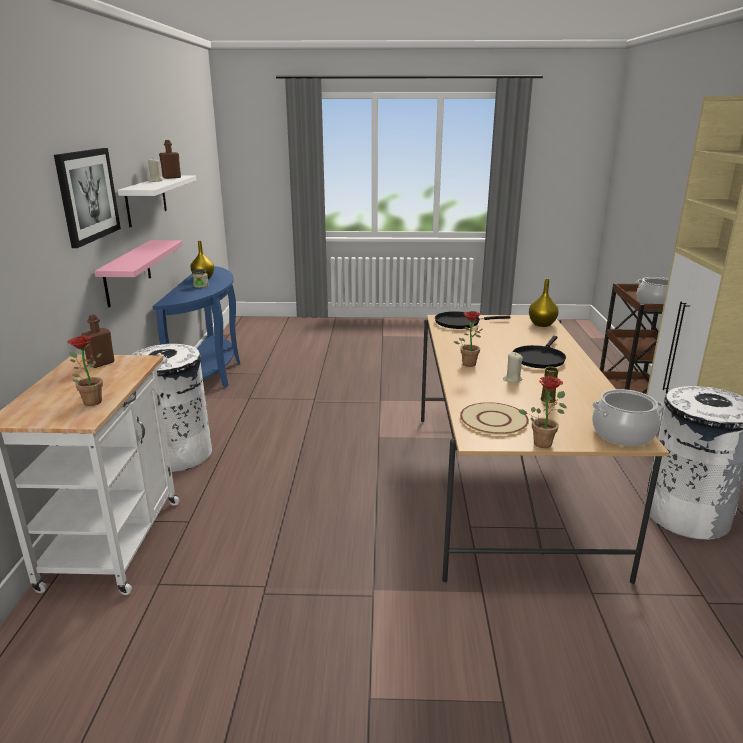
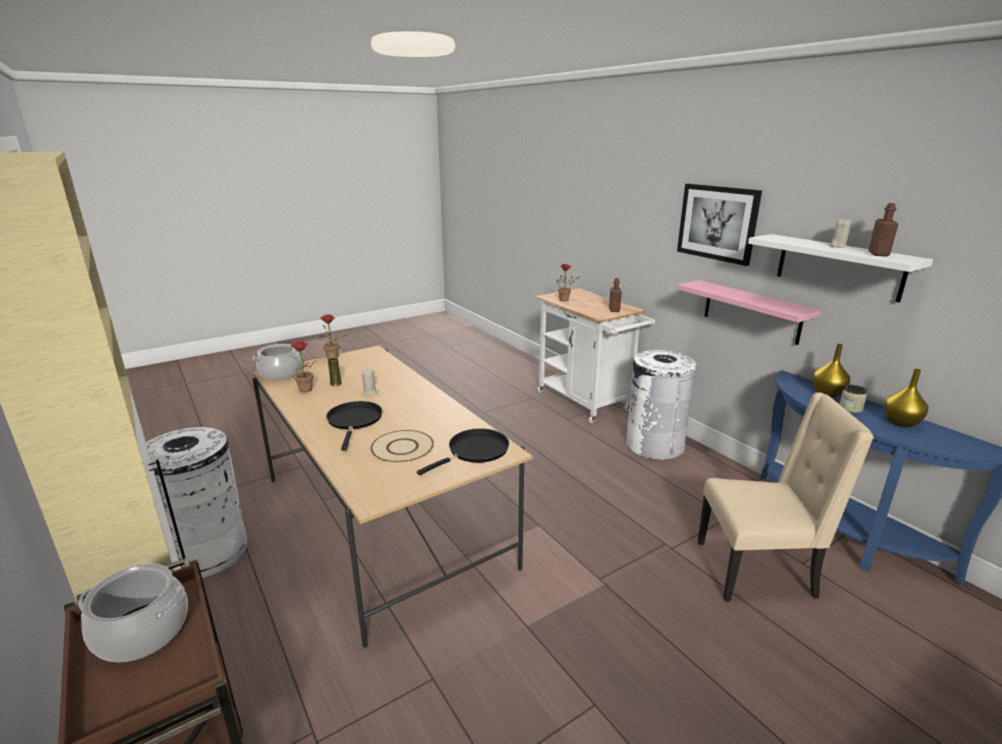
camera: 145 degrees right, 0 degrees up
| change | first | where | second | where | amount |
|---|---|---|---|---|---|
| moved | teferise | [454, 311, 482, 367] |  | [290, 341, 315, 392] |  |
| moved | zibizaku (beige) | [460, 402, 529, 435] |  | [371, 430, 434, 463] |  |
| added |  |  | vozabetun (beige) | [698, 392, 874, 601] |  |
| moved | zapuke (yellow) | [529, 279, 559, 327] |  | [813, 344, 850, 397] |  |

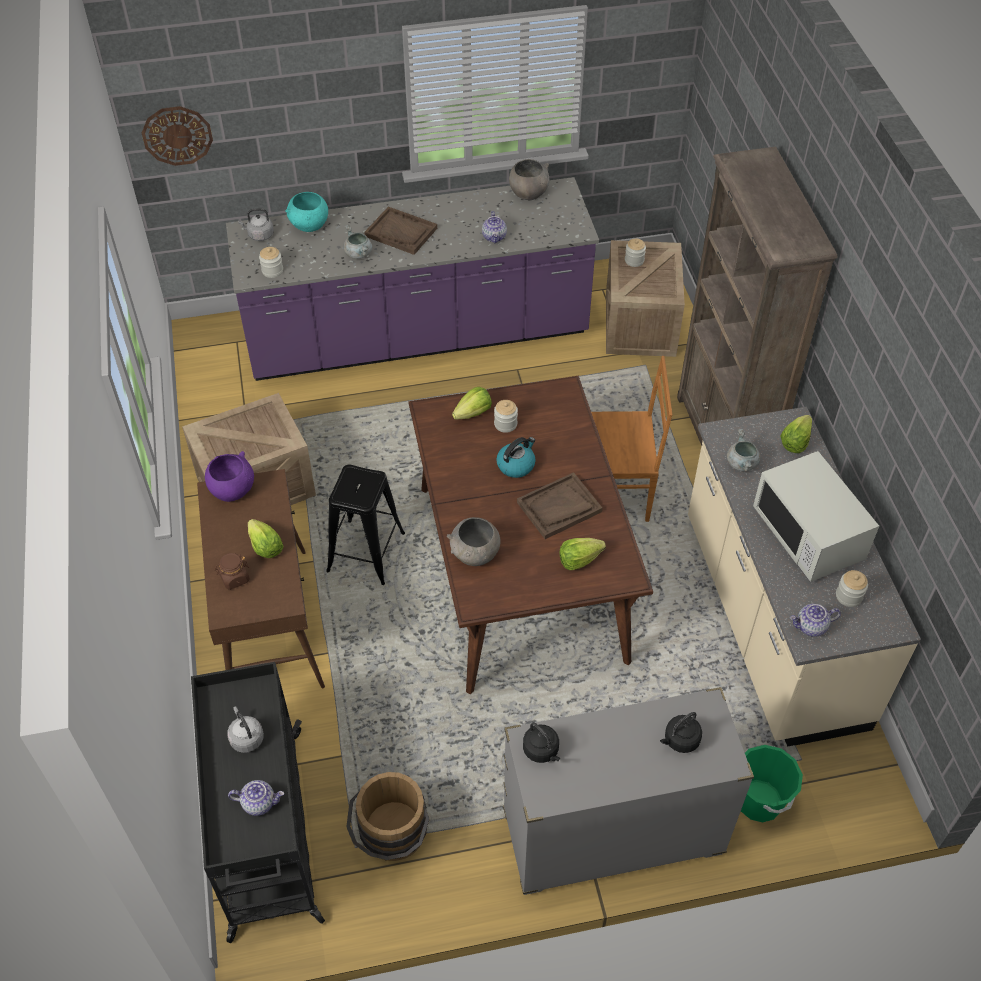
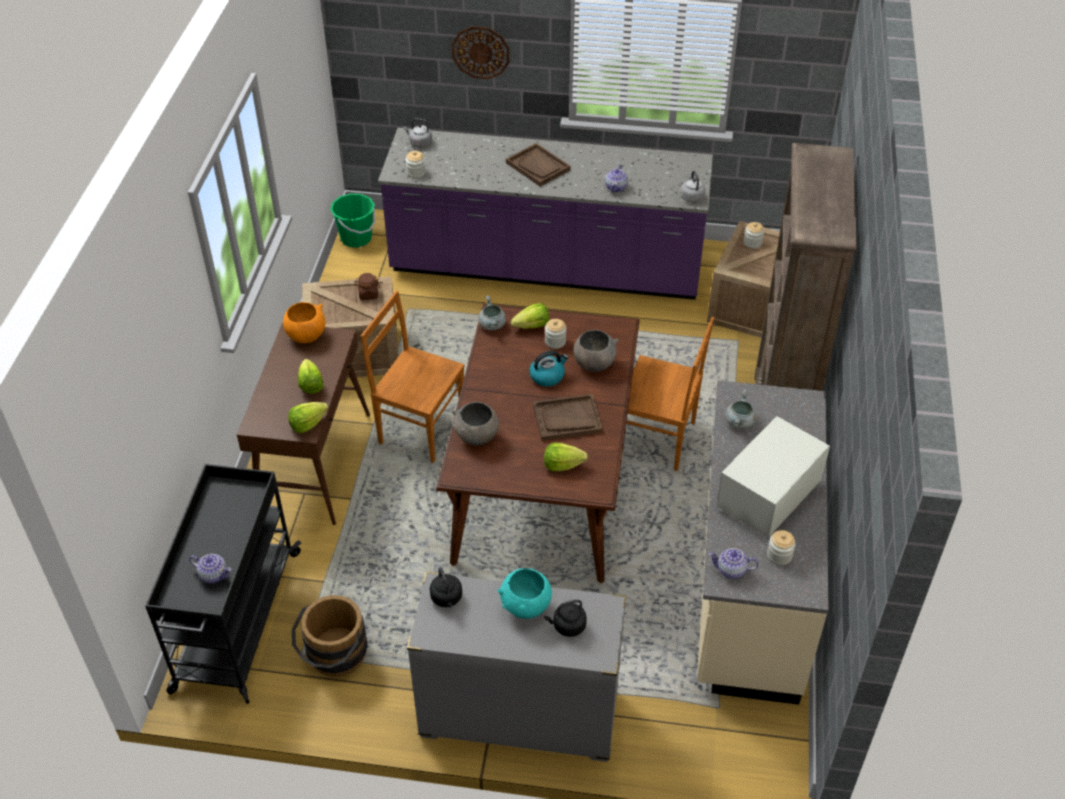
camera: 20 degrees right, 5 degrees down
| change | first | where | second | where | amount |
|---|---|---|---|---|---|
| recoloured | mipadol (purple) | [205, 451, 254, 502] | mipadol (orange) | [283, 302, 326, 343] |  |
| moved | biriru | [780, 415, 812, 453] |  | [288, 402, 329, 434] |  |
| moved | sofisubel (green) | [741, 745, 803, 822] |  | [330, 194, 376, 247] |  |
| moved | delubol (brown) | [214, 553, 249, 590] |  | [354, 273, 380, 300] |  |
| replaced | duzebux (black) | [326, 464, 405, 585] | vozabetun (brown) | [361, 290, 465, 463] |  |
| moved | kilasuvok | [142, 106, 213, 166] |  | [452, 26, 510, 79] |  |
| moved | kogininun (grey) | [344, 225, 372, 259] |  | [478, 296, 506, 330] |  |
| moved | mipadol (turquoise) | [285, 192, 328, 232] |  | [497, 568, 552, 619] |  |
| moved | mipadol (grey) | [509, 159, 549, 200] |  | [574, 330, 619, 372] |  |
| moved | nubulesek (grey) | [227, 706, 264, 753] |  | [681, 171, 705, 203] |  |
| turned | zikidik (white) | [753, 451, 879, 582] |  | [716, 416, 830, 538] | 45 degrees clockwise |

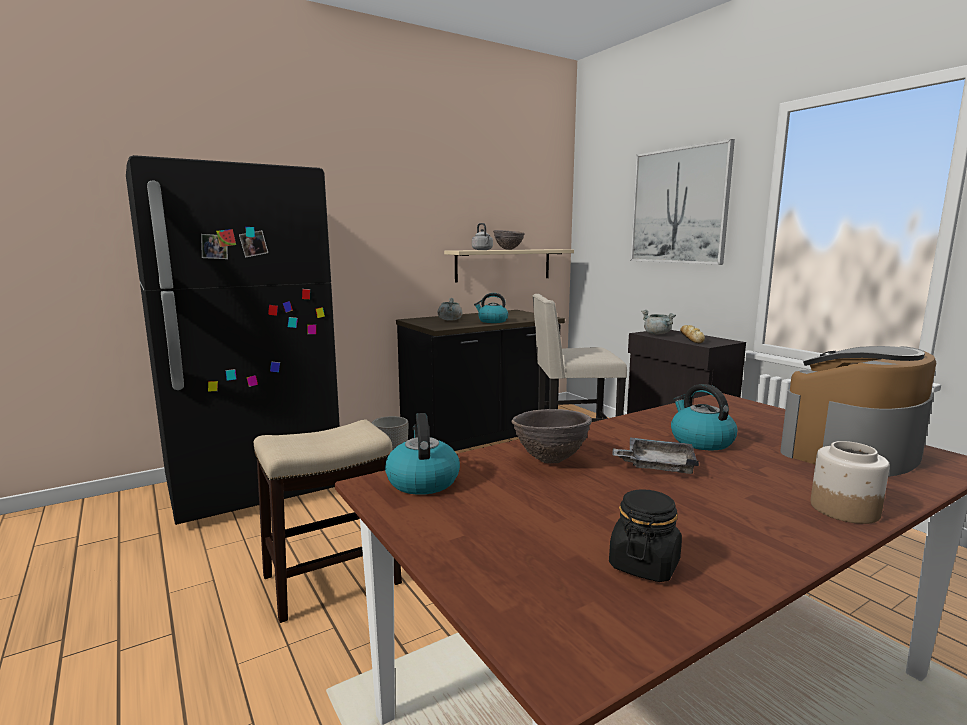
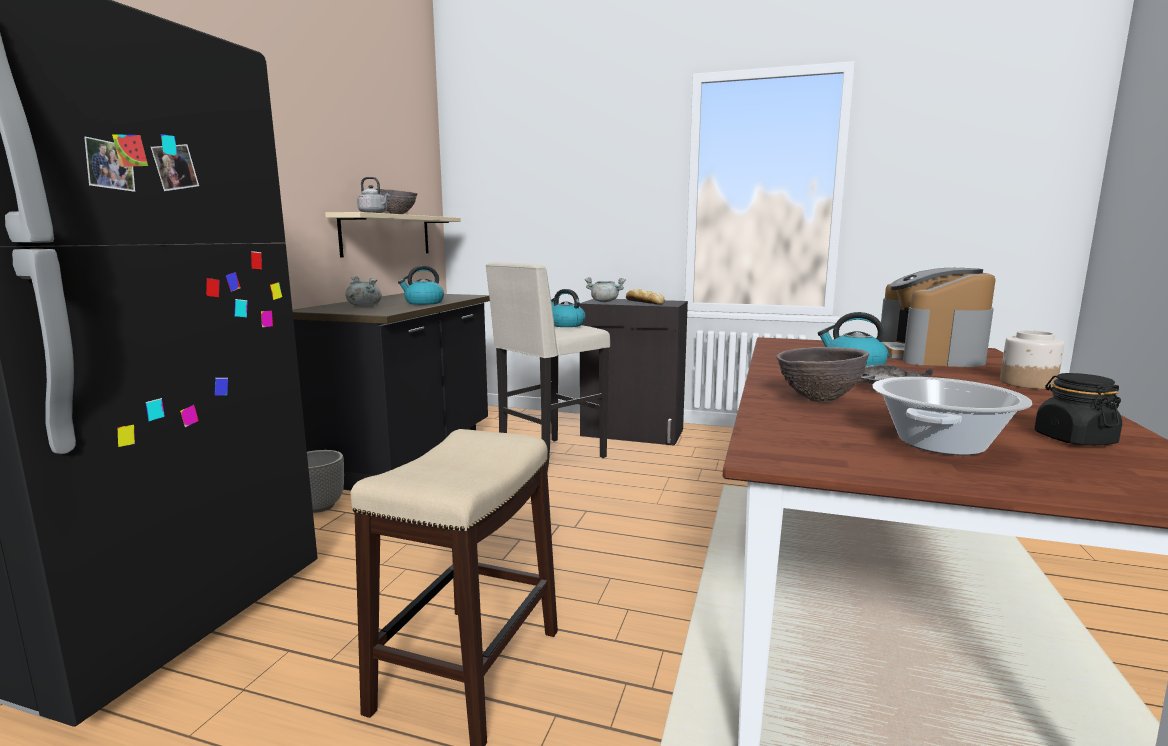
camera: 40 degrees left, 0 degrees up
| change | first | where | second | where | amount |
|---|---|---|---|---|---|
| moved | nubulesek | [385, 413, 460, 495] |  | [551, 289, 585, 327] |  |
| added |  |  | kogininun | [872, 377, 1032, 455] |  |
| removed | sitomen | [630, 139, 735, 265] |  |  |  |

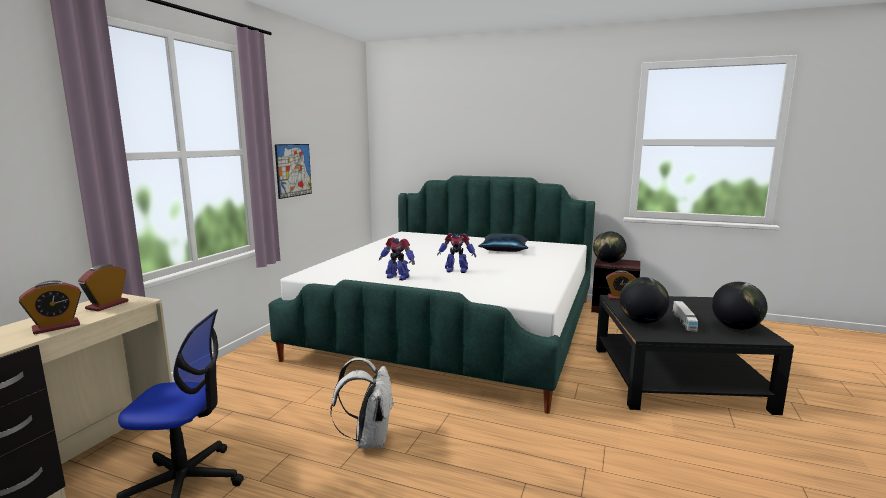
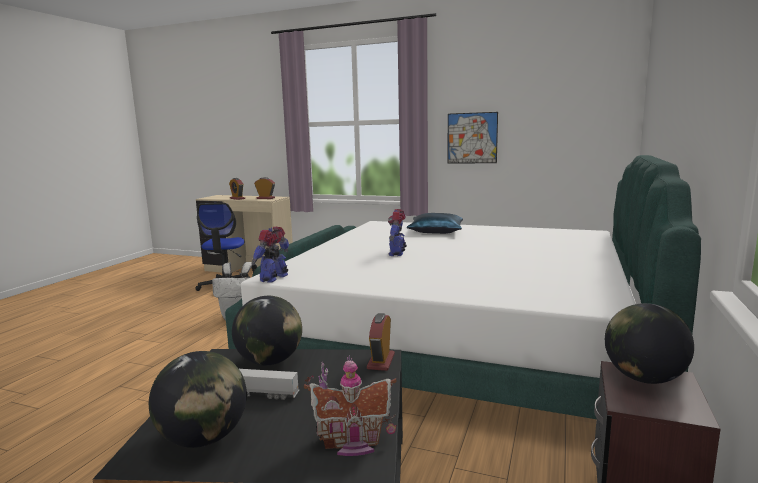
camera: 90 degrees right, 0 degrees up
| change | first | where | second | where | amount |
|---|---|---|---|---|---|
| moved | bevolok | [379, 237, 415, 280] |  | [252, 227, 289, 283] |  |
| added |  |  | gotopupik | [304, 355, 397, 456] |  |
| moved | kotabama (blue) | [478, 233, 528, 252] |  | [407, 213, 463, 234] |  |

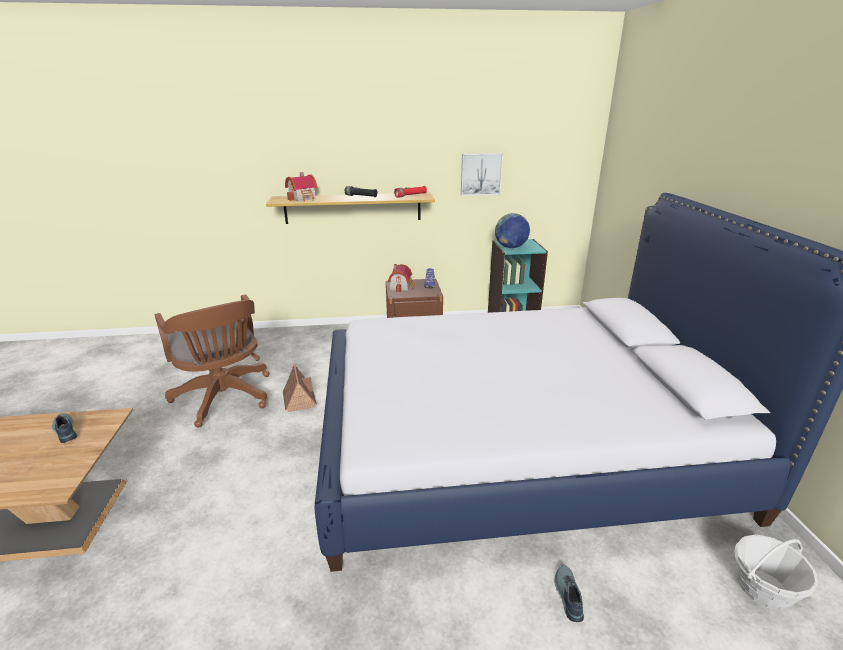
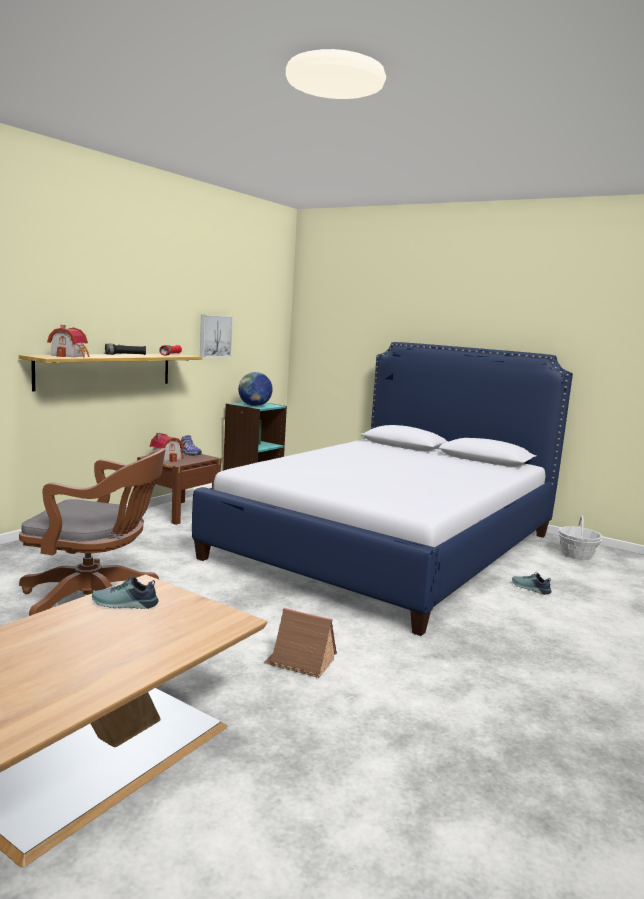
camera: 50 degrees left, 15 degrees down
| change | first | where | second | where | amount |
|---|---|---|---|---|---|
| moved | gotopupik | [283, 364, 317, 412] |  | [263, 608, 337, 678] |  |

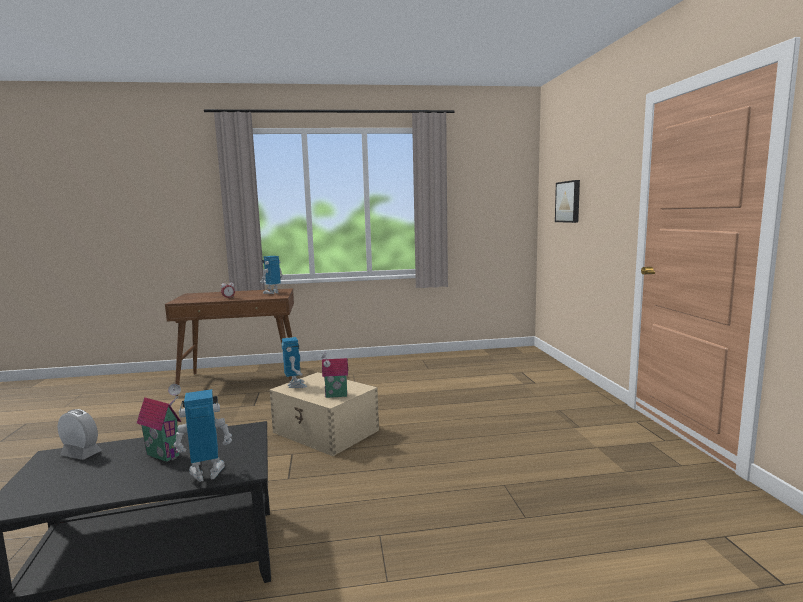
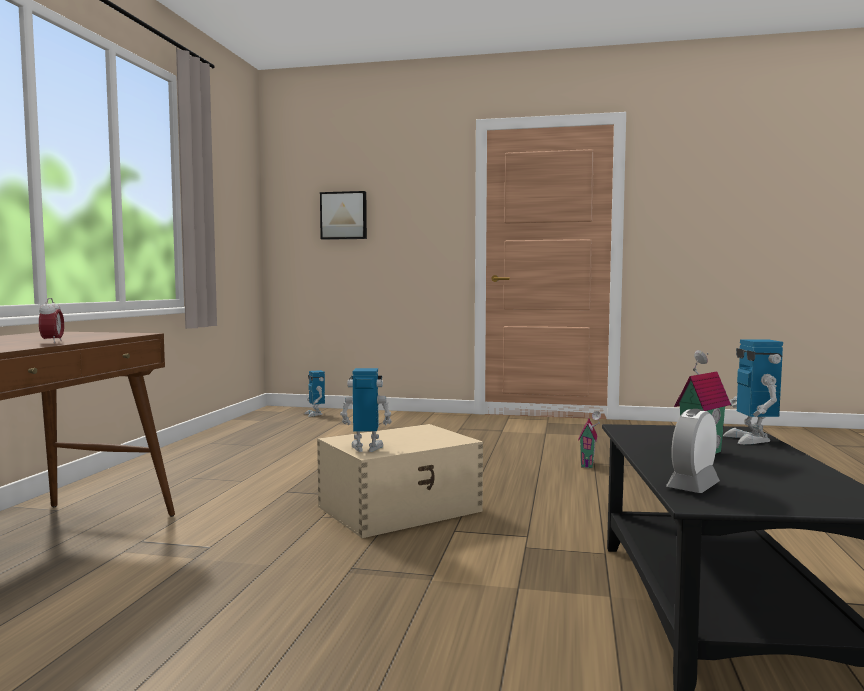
camera: 70 degrees left, 5 degrees down
| change | first | where | second | where | amount |
|---|---|---|---|---|---|
| moved | bevolok | [260, 256, 283, 294] |  | [304, 370, 325, 417] |  |
| moved | gotopupik | [322, 351, 348, 398] |  | [578, 411, 601, 468] |  |

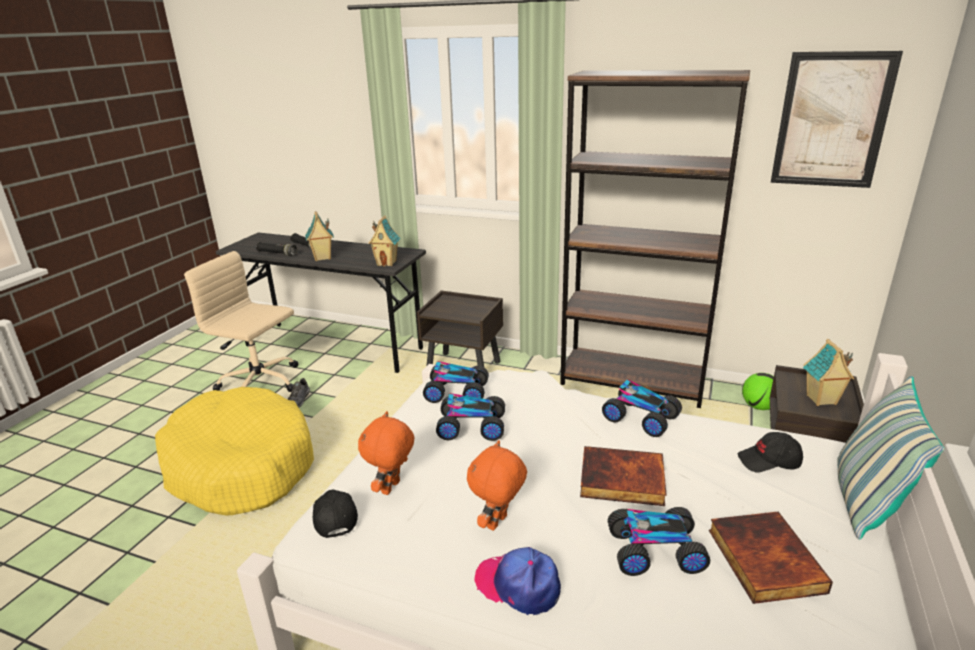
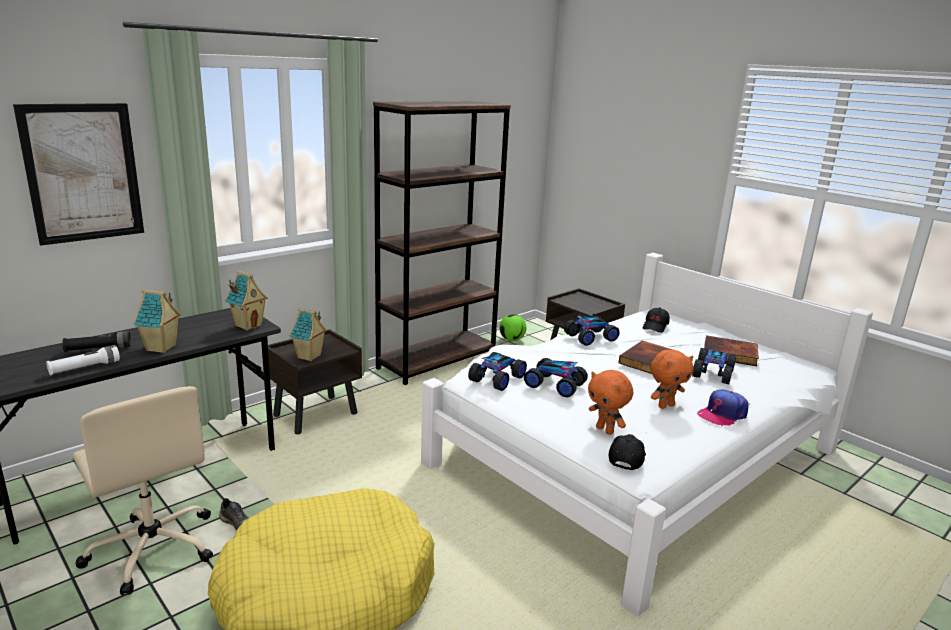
camera: 65 degrees left, 5 degrees down
| change | first | where | second | where | amount |
|---|---|---|---|---|---|
| moved | sitomen | [771, 51, 903, 188] |  | [13, 103, 144, 246] |  |
| recoloured | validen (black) | [256, 242, 297, 256] | validen (white) | [46, 345, 120, 375] |  |
| turned | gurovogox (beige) | [184, 251, 298, 392] |  | [72, 386, 213, 595] | 90 degrees counterclockwise |
| moved | gotopupik | [803, 339, 855, 406] |  | [289, 308, 327, 361] |  |
| turned | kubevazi | [436, 393, 505, 441] |  | [524, 358, 588, 397] | 90 degrees counterclockwise |
| turned | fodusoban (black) | [313, 490, 358, 538] |  | [609, 434, 646, 470] | 105 degrees clockwise |
| turned | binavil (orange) | [467, 440, 527, 531] |  | [650, 350, 694, 409] | 90 degrees counterclockwise |
| removed | kotabama | [837, 376, 944, 540] |  |  |  |

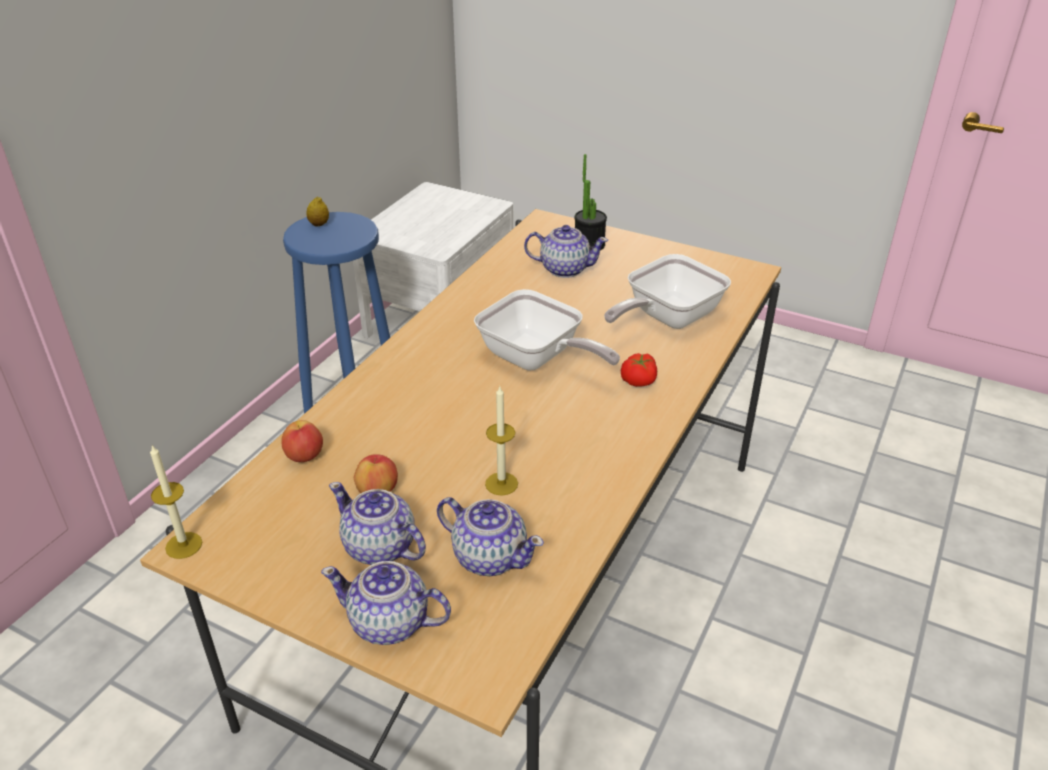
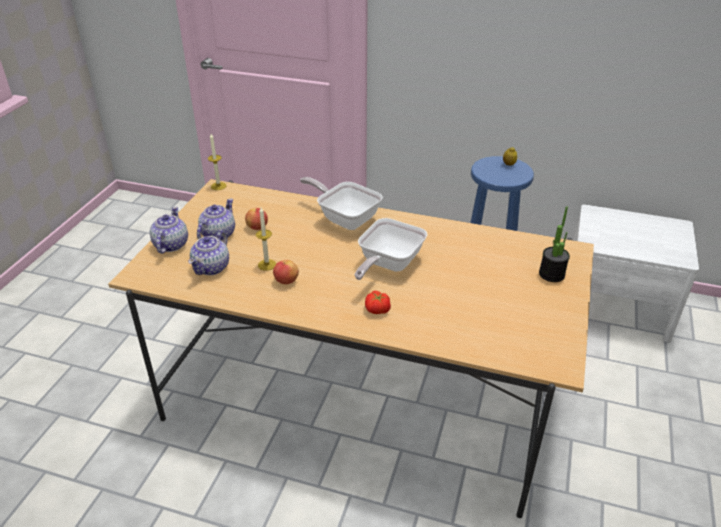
camera: 80 degrees right, 0 degrees up
| change | first | where | second | where | amount |
|---|---|---|---|---|---|
| moved | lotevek | [281, 420, 323, 462] |  | [273, 260, 299, 284] |  |
| moved | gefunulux | [604, 254, 731, 329] |  | [300, 177, 383, 230] |  |
| removed | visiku | [524, 225, 608, 278] |  |  |  |

